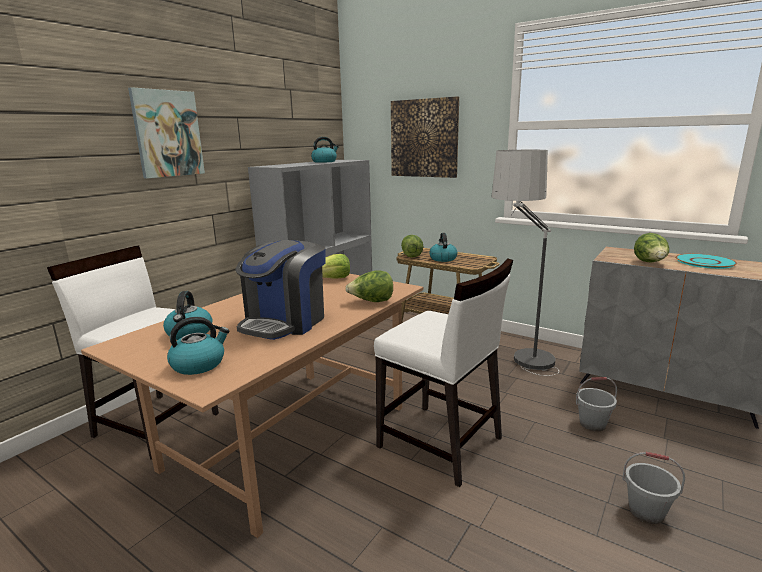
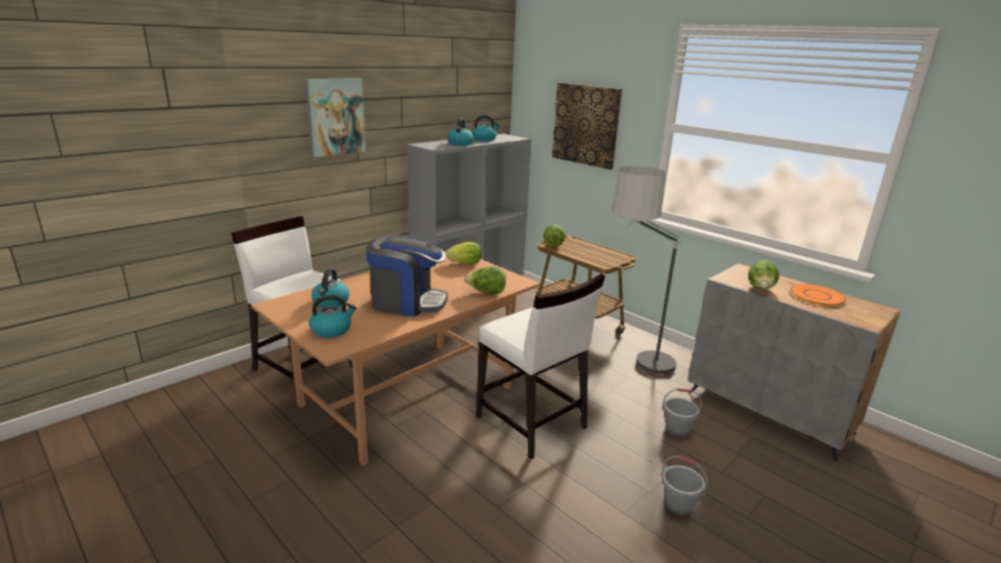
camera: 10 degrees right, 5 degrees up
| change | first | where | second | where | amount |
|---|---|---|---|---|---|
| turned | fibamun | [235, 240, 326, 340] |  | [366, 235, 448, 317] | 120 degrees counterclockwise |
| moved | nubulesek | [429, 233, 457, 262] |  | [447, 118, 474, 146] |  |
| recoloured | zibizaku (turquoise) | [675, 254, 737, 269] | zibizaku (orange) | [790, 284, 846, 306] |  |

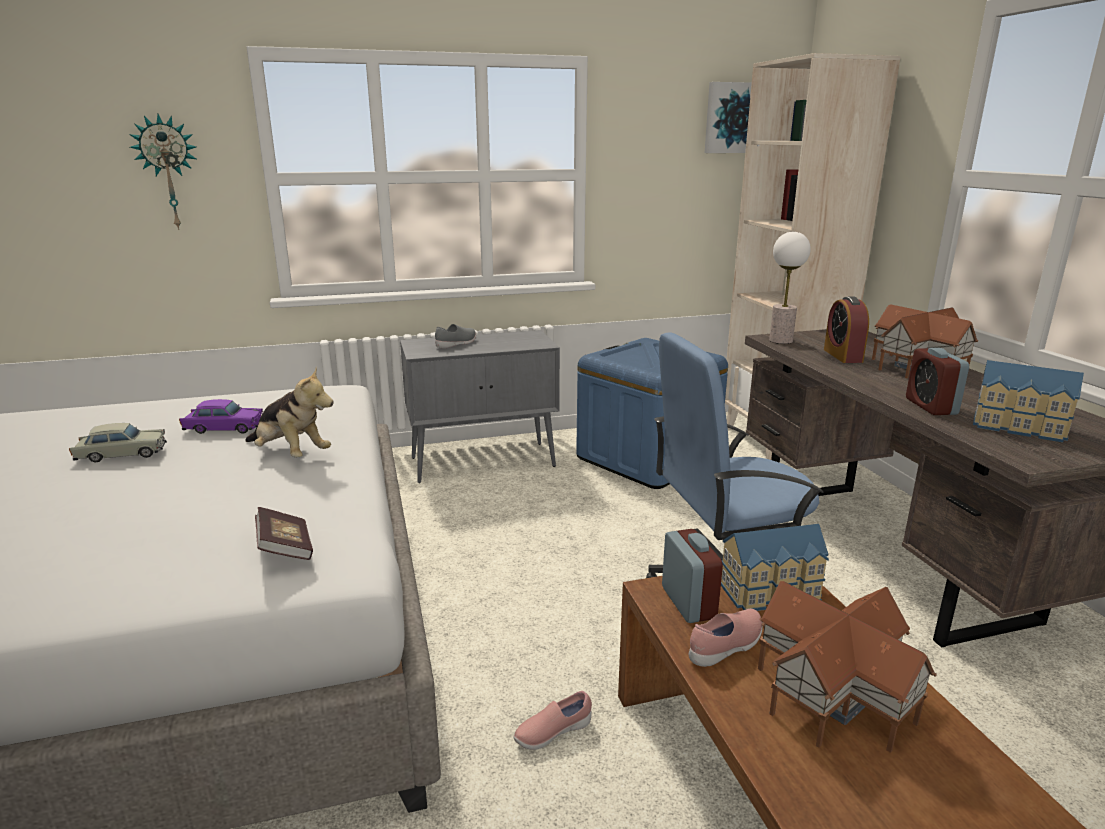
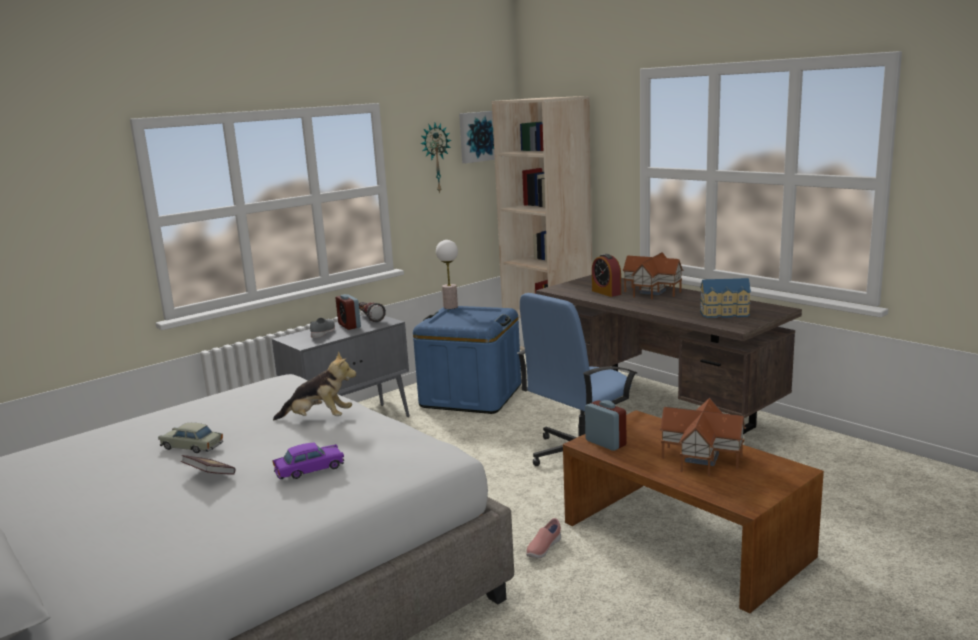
camera: 25 degrees left, 5 degrees down
| change | first | where | second | where | amount |
|---|---|---|---|---|---|
| turned | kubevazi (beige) | [69, 423, 167, 462] |  | [158, 423, 223, 453] | 120 degrees counterclockwise |
| moved | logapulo | [255, 507, 313, 560] |  | [181, 455, 236, 475] |  |
| moved | kubevazi (purple) | [179, 399, 263, 434] |  | [272, 443, 344, 479] |  |
| moved | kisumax | [906, 348, 969, 415] |  | [336, 294, 361, 330] |  |
| added |  |  | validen | [359, 302, 386, 322] |  |
| moved | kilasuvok | [129, 114, 196, 230] |  | [420, 123, 451, 194] |  |
| moved | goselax | [769, 232, 811, 344] |  | [436, 240, 458, 309] |  |
| removed | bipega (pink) | [689, 609, 763, 667] |  |  |  |
| removed | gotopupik | [721, 524, 829, 611] |  |  |  |

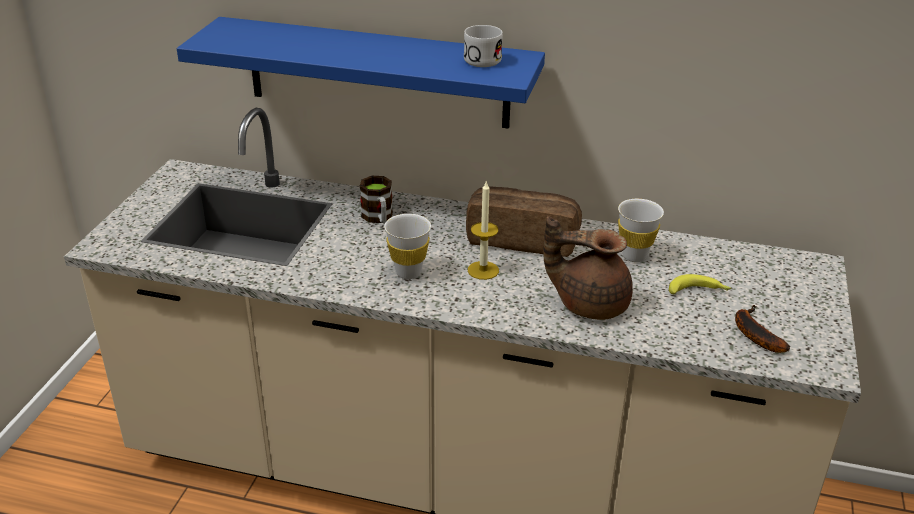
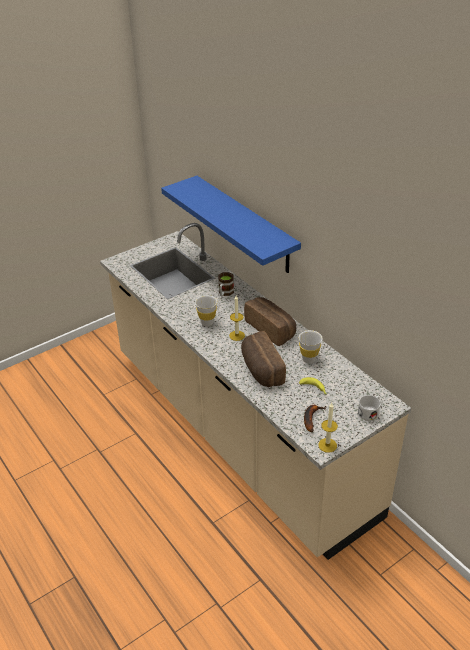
camera: 40 degrees right, 5 degrees up
| change | first | where | second | where | amount |
|---|---|---|---|---|---|
| replaced | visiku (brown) | [544, 216, 633, 320] | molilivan | [241, 331, 286, 387] |  |
| added |  |  | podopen | [318, 403, 338, 453] |  |
| moved | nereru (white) | [464, 25, 503, 67] |  | [358, 395, 381, 421] |  |

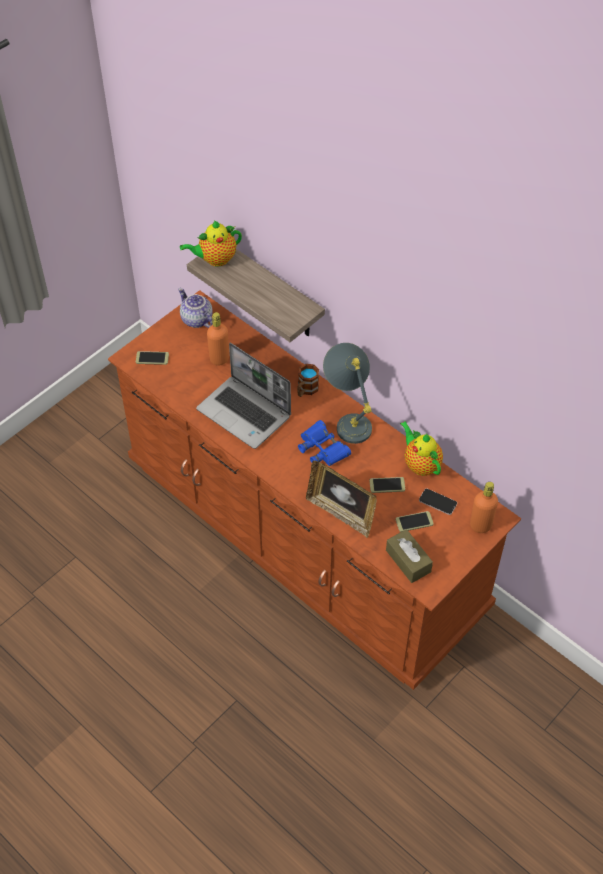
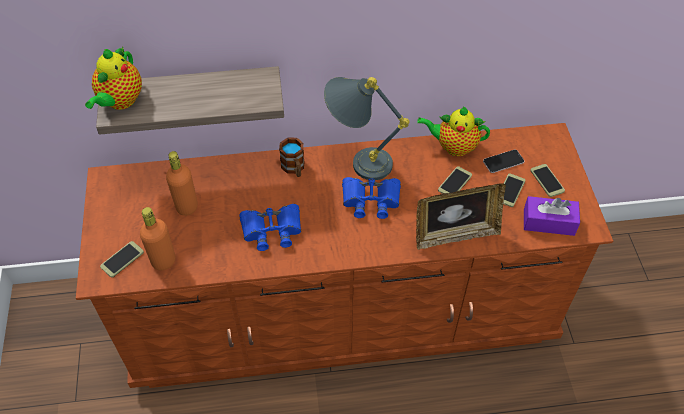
camera: 50 degrees left, 0 degrees up
| change | first | where | second | where | amount |
|---|---|---|---|---|---|
| moved | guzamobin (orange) | [470, 482, 498, 533] |  | [140, 207, 175, 271] |  |
| replaced | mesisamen | [196, 343, 291, 449] | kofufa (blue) | [239, 204, 301, 251] |  |
| recoloured | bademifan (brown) | [386, 529, 433, 583] | bademifan (purple) | [524, 196, 580, 236] |  |
| added |  |  | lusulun | [530, 164, 565, 197] |  |
| removed | visiku | [178, 288, 213, 328] |  |  |  |

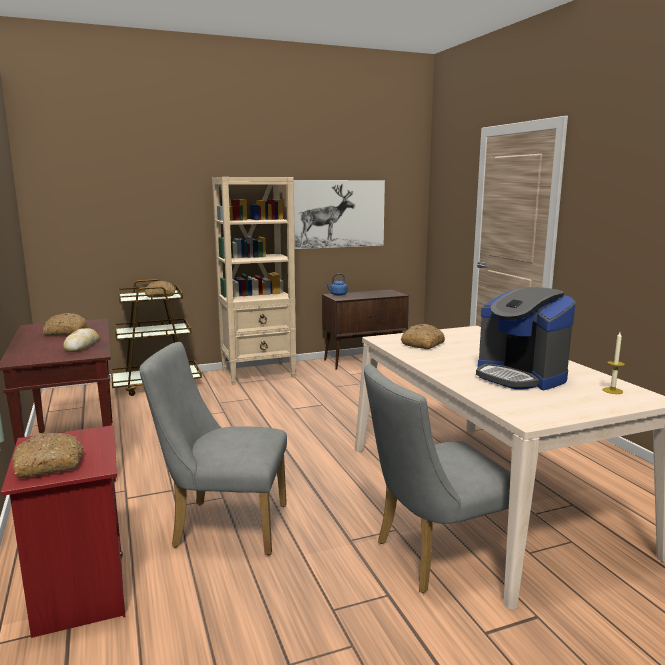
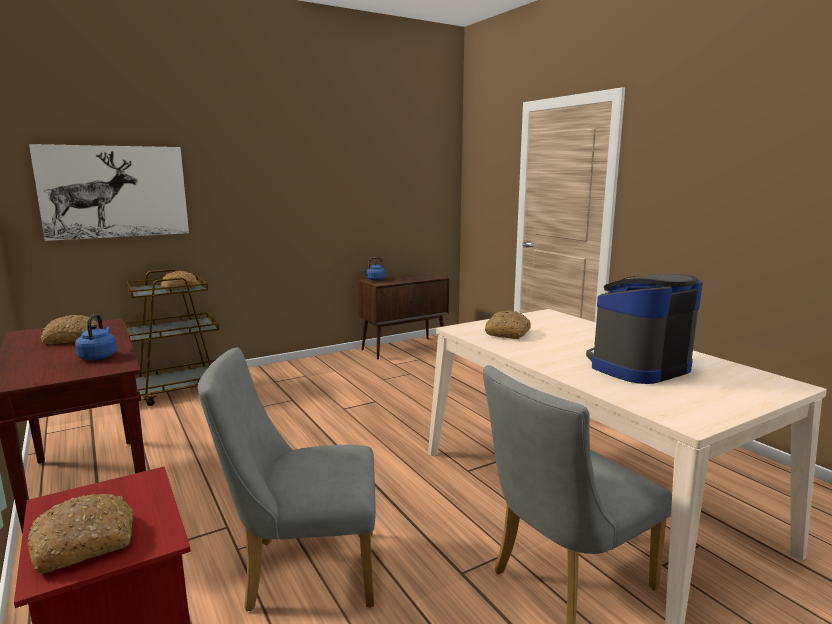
camera: 10 degrees left, 0 degrees up
| change | first | where | second | where | amount |
|---|---|---|---|---|---|
| moved | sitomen | [293, 180, 385, 249] |  | [29, 144, 189, 241] |  |
| replaced | molilivan | [63, 328, 99, 352] | nubulesek (blue) | [75, 314, 117, 360] |  |
| turned | fibamun | [476, 287, 576, 390] |  | [586, 274, 703, 384] | 105 degrees clockwise |
| removed | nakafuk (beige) | [212, 177, 296, 385] |  |  |  |
| removed | podopen | [602, 332, 625, 394] |  |  |  |

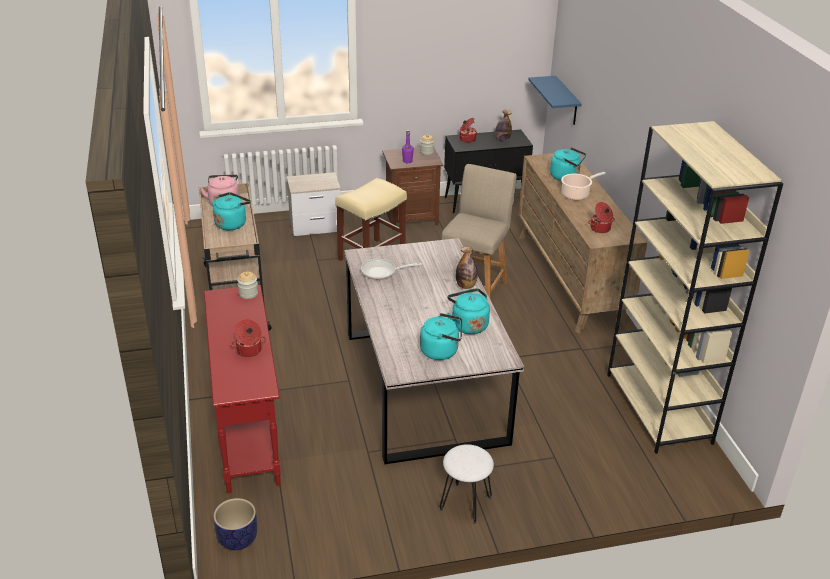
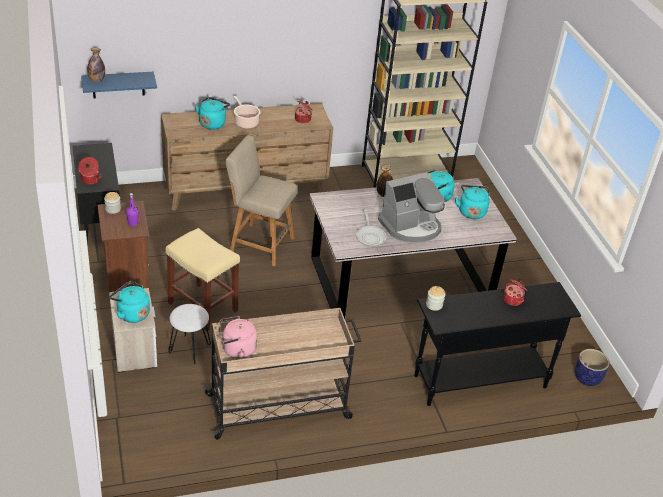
camera: 95 degrees left, 5 degrees up
| change | first | where | second | where | amount |
|---|---|---|---|---|---|
| moved | guzamobin | [495, 110, 512, 142] |  | [87, 48, 105, 82] |  |
| moved | nubulesek (turquoise) | [212, 192, 251, 230] |  | [110, 281, 150, 323] |  |
| moved | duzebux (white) | [439, 444, 494, 524] |  | [168, 304, 211, 364] |  |
| added |  |  | fibamun | [378, 172, 445, 243] |  |
| recoloured | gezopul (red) | [204, 285, 281, 493] | gezopul (black) | [414, 282, 581, 406] |  |

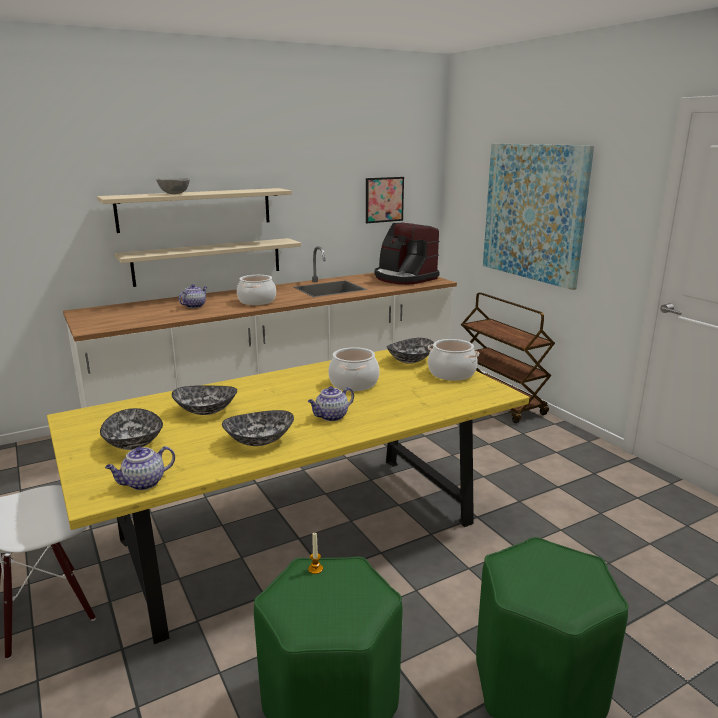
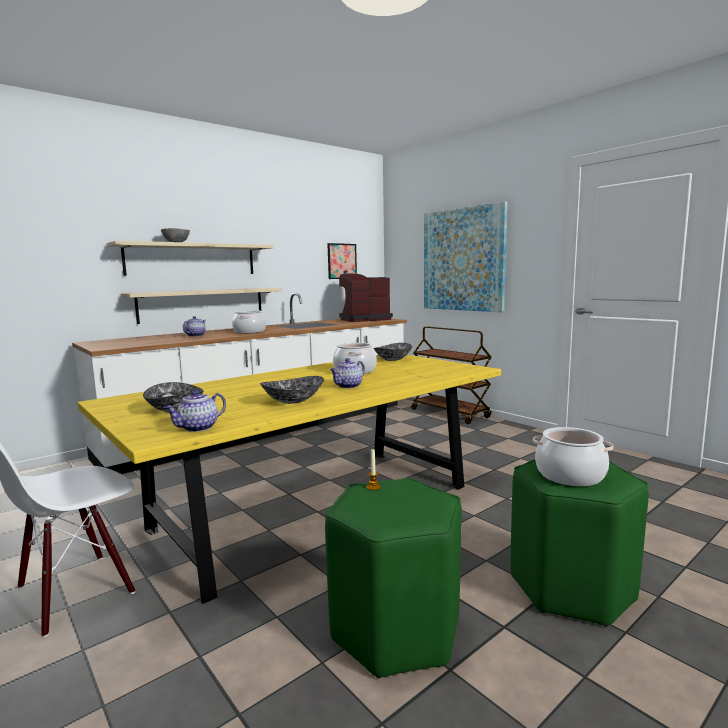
camera: 10 degrees left, 10 degrees down
| change | first | where | second | where | amount |
|---|---|---|---|---|---|
| turned | fibamun | [374, 222, 440, 285] |  | [339, 274, 393, 322] | 120 degrees clockwise |
| moved | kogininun | [428, 339, 479, 381] |  | [533, 427, 613, 486] |  |
| removed | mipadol | [172, 386, 237, 415] |  |  |  |

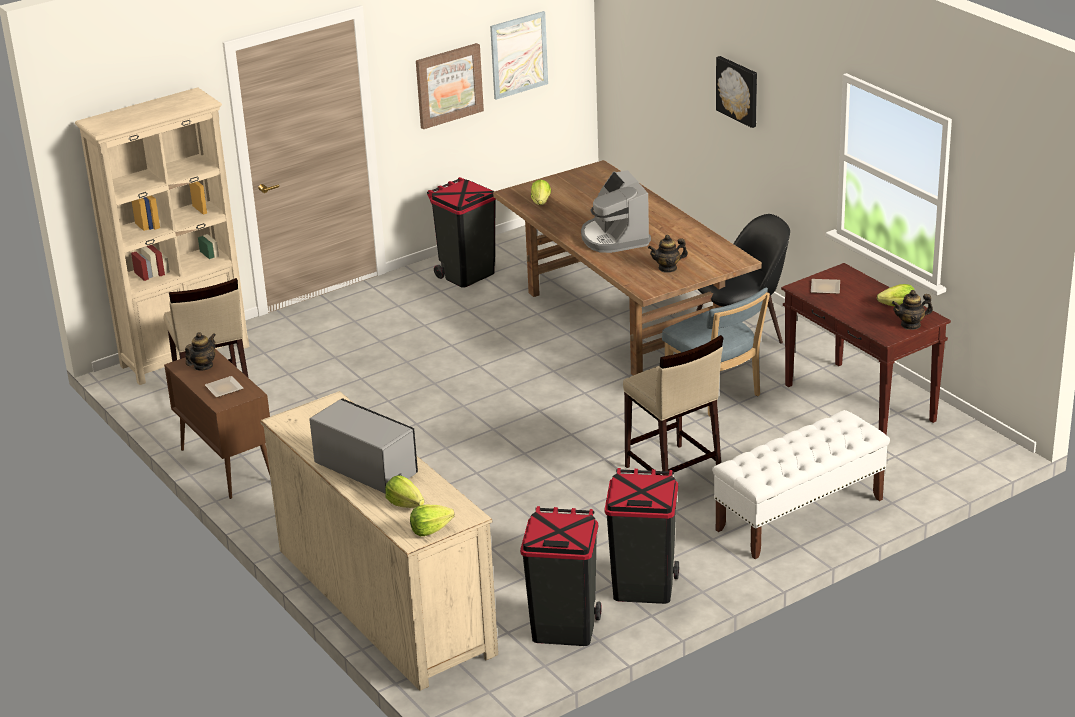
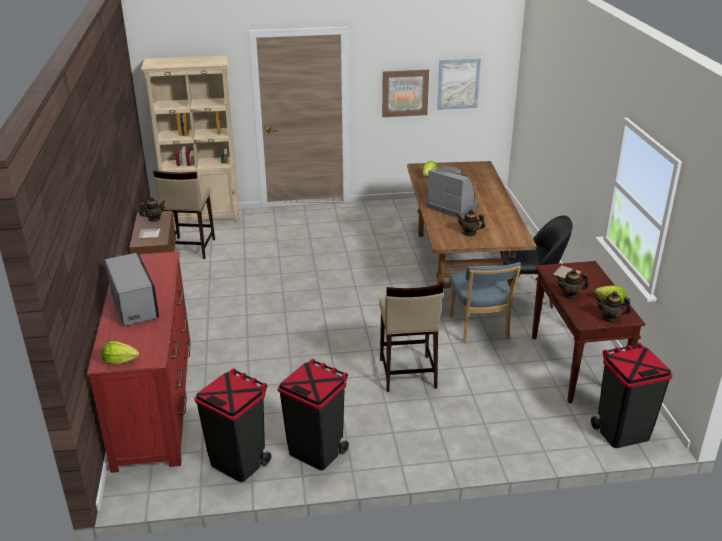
camera: 25 degrees right, 0 degrees up
| change | first | where | second | where | amount |
|---|---|---|---|---|---|
| recoloured | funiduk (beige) | [260, 391, 498, 691] | funiduk (red) | [87, 251, 191, 473] |  |
| turned | fibamun | [581, 170, 651, 253] |  | [426, 166, 478, 218] | 120 degrees clockwise |
| added |  |  | visiku | [556, 269, 589, 300] |  |
| moved | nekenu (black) | [427, 177, 496, 288] |  | [591, 343, 673, 448] |  |
| removed | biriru | [385, 475, 425, 508] |  |  |  |
| removed | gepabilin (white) | [712, 410, 890, 559] |  |  |  |
| removed | sitomen | [716, 56, 757, 128] |  |  |  |

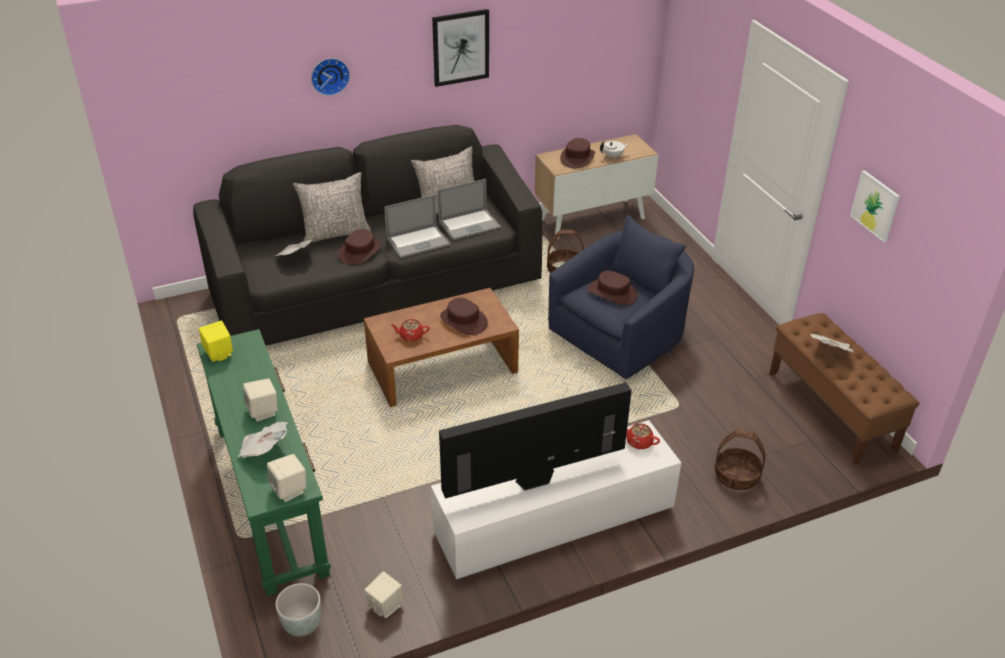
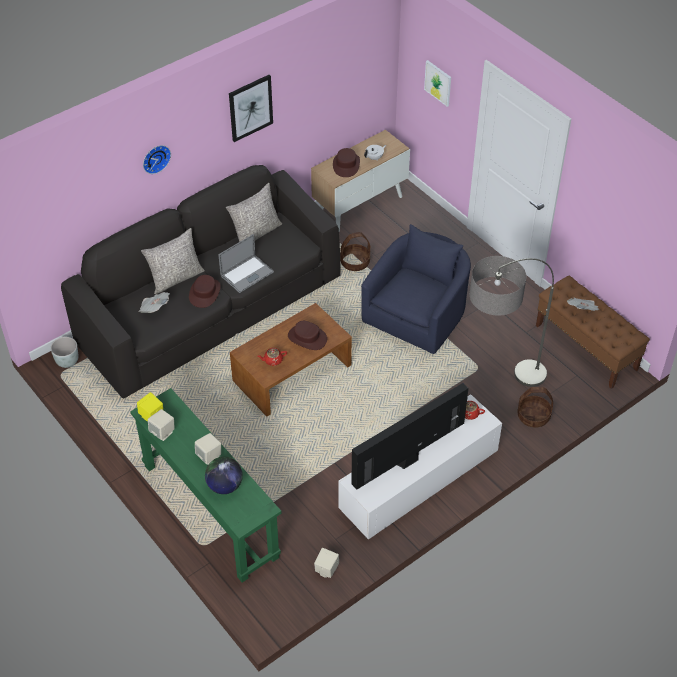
camera: 15 degrees left, 10 degrees up
| change | first | where | second | where | amount |
|---|---|---|---|---|---|
| moved | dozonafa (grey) | [275, 583, 321, 637] |  | [50, 337, 79, 368] |  |
| moved | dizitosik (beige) | [267, 454, 306, 502] |  | [148, 409, 175, 441] |  |
| replaced | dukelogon | [238, 422, 288, 458] | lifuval | [205, 457, 243, 494] |  |
| moved | sitomen | [850, 170, 900, 242] |  | [424, 60, 451, 107] |  |
| added |  |  | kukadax | [470, 256, 554, 387] |  |
| removed | mesisamen | [438, 179, 501, 240] |  |  |  |
| removed | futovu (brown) | [588, 271, 638, 305] |  |  |  |

